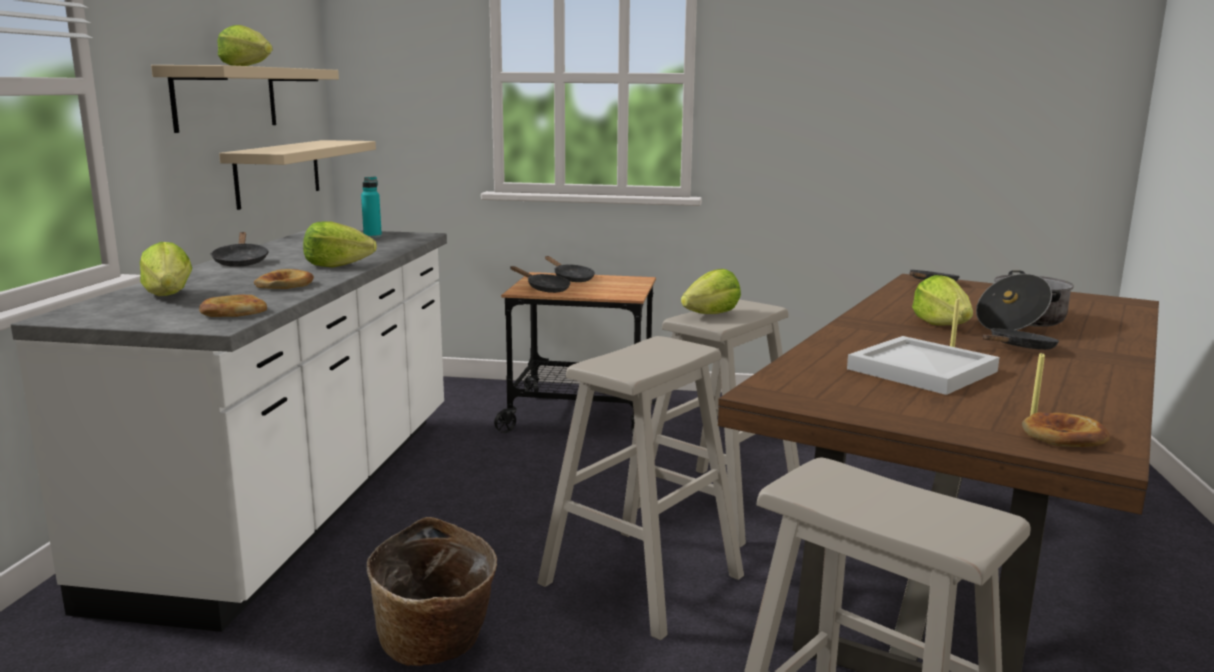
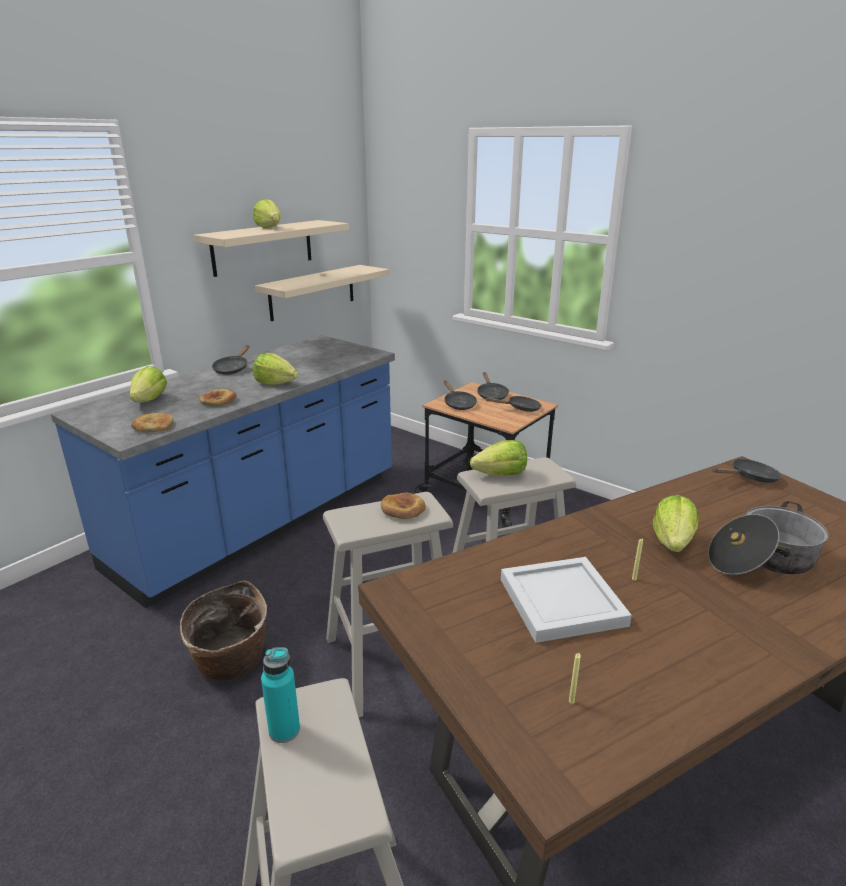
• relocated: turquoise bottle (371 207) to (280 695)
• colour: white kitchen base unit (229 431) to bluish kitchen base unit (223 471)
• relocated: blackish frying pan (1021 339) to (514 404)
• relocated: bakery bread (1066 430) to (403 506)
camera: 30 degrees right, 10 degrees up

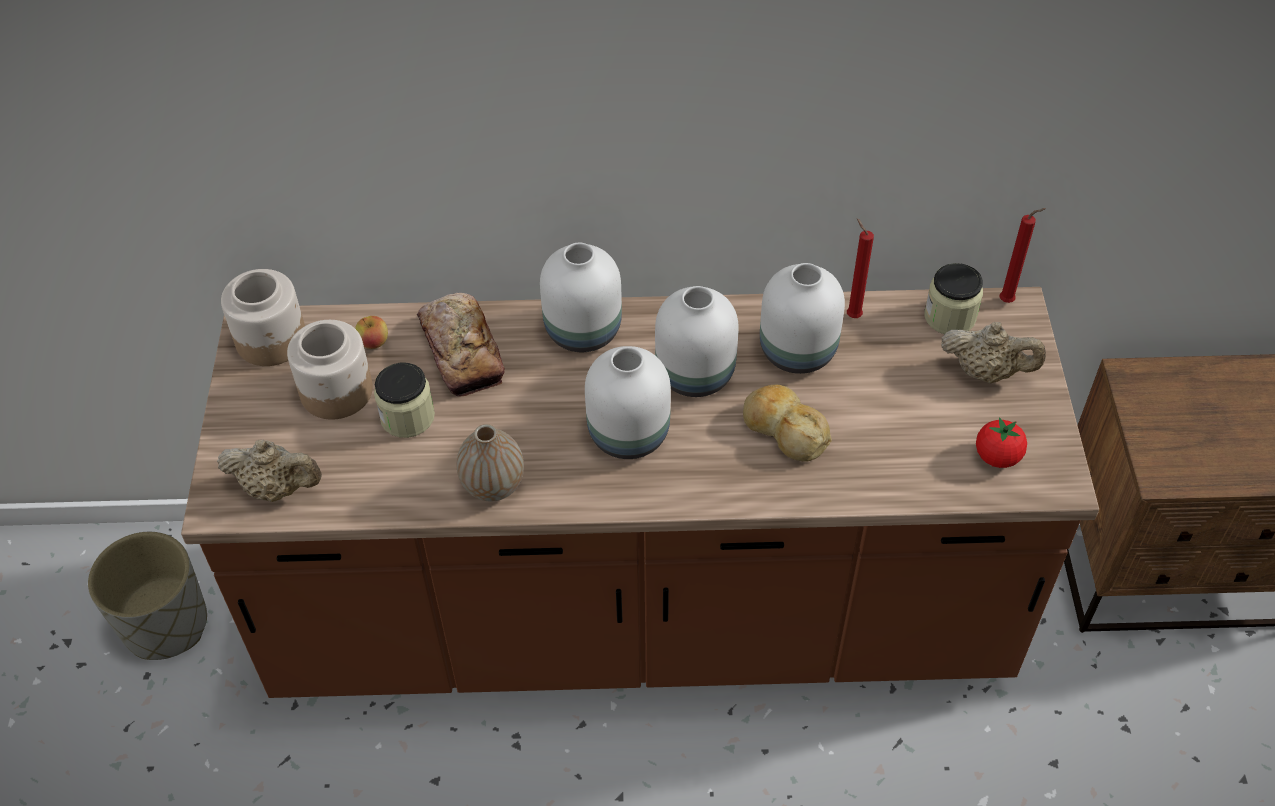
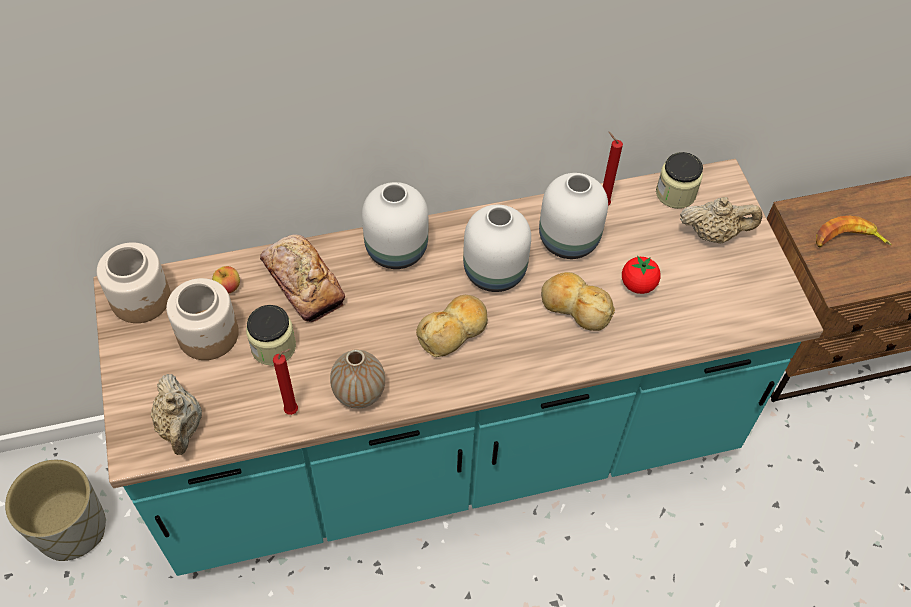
• relocated: red wax candle (1022 255) to (285 382)
• colour: brown kitchen base unit (640 492) to turquoise kitchen base unit (458 367)
• exchanged: white flower vase (628 402) to bakery bread (452 326)
• relocated: tomato (1001 442) to (641 275)
• spun: beige teapot (269 471) = (176 414) 75 degrees clockwise
• appeared: whole banana (854 232)
camera: 15 degrees left, 5 degrees up

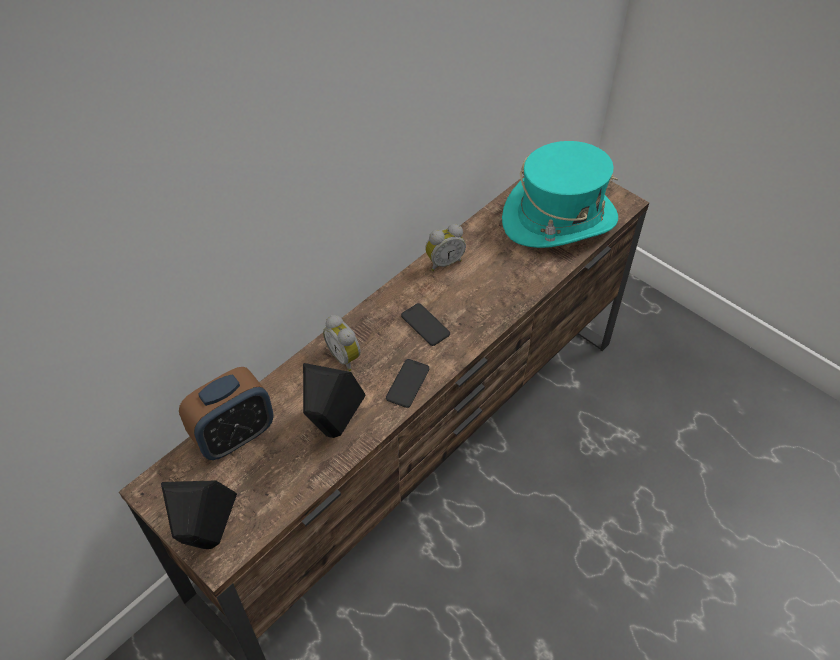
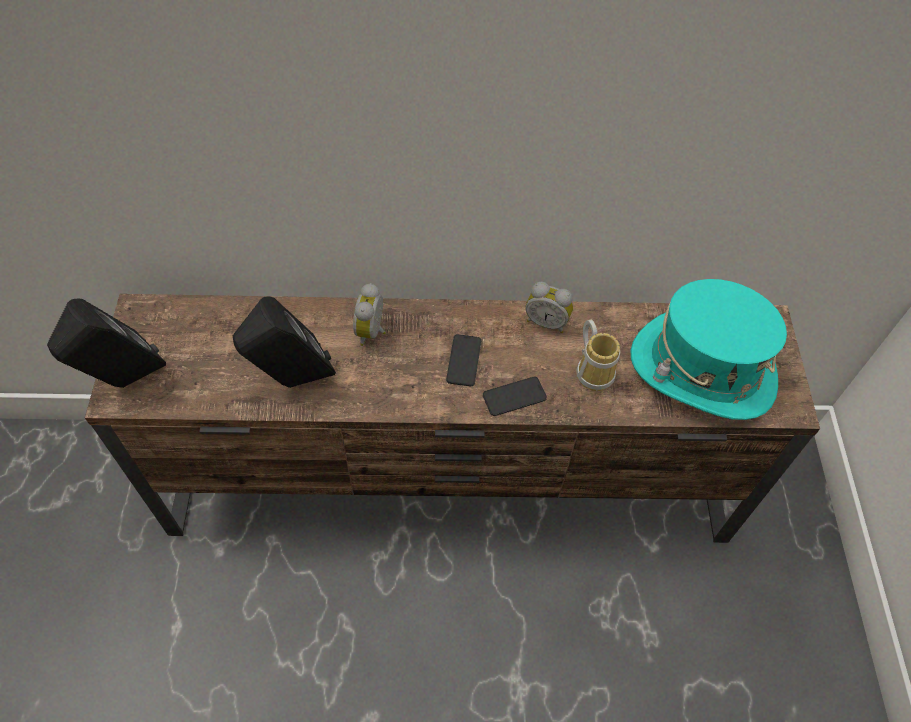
• relocated: telephone (407 383) to (515 396)
• missing: alarm clock (226 413)
• appeared: coffee mug (598 355)
camera: 45 degrees right, 5 degrees up

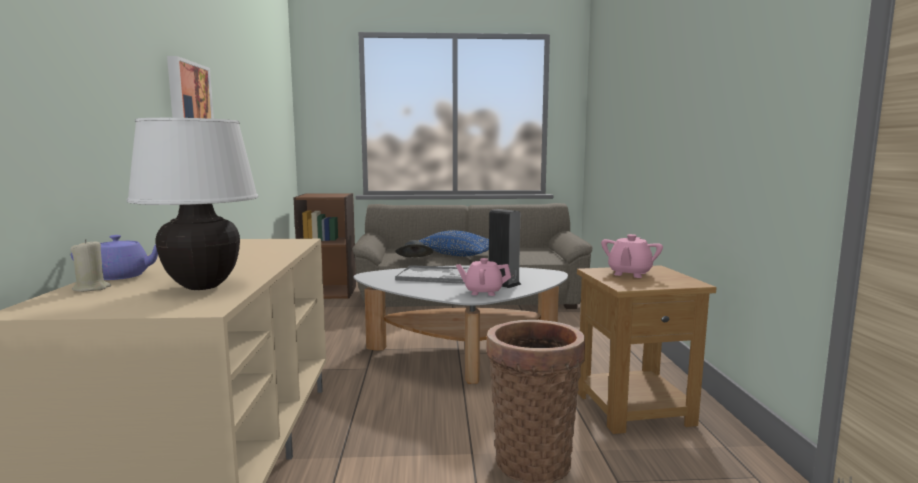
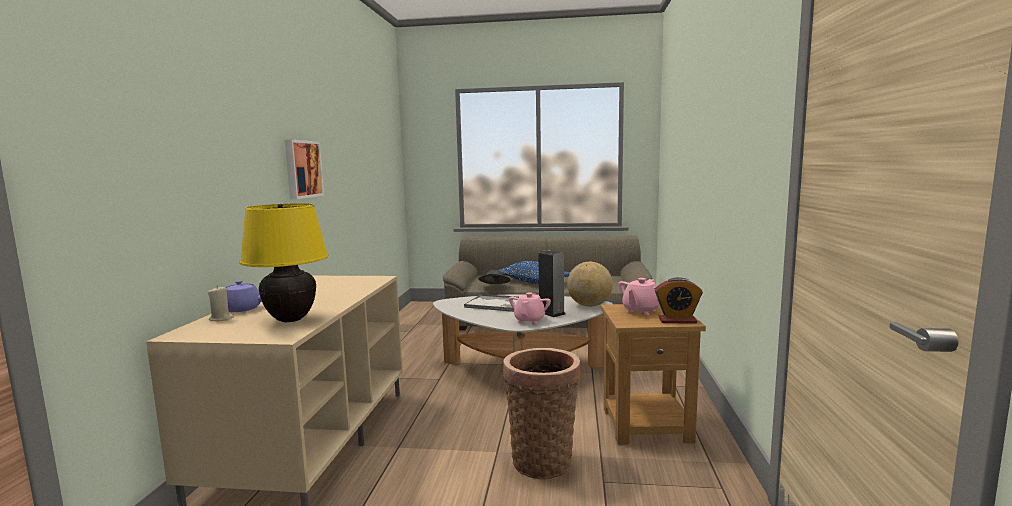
• colour: white tabletop lamp (192 203) to yellowish tabletop lamp (284 262)
• missing: brown bookcase (324 246)
• spun: pink-coloured teapot (483 277) = (530 308) 90 degrees clockwise
• appeared: desk globe (590 284)
• appeared: alarm clock (679 300)
camera: 10 degrees right, 0 degrees up

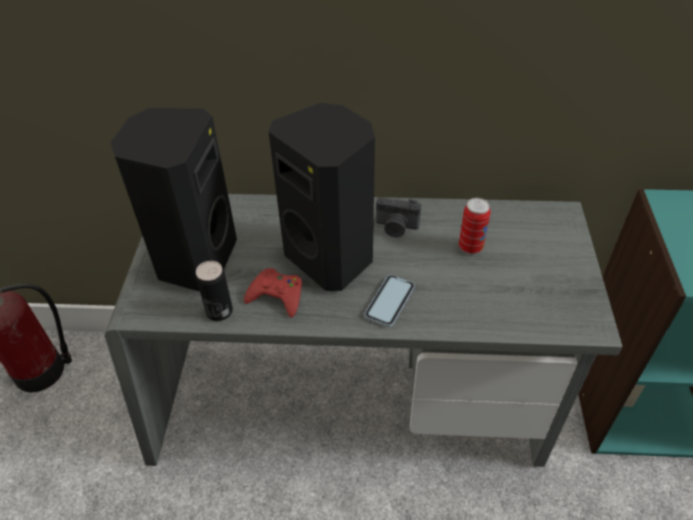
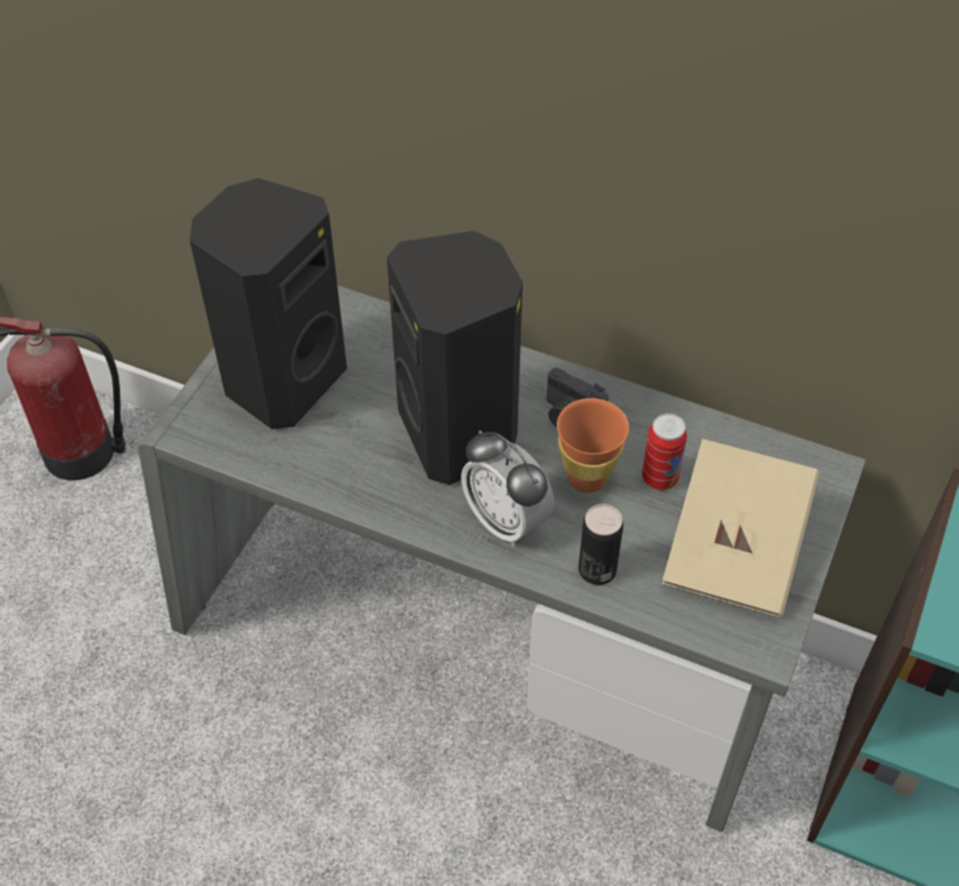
• relocated: sealed can (214 291) to (600 544)
• missing: red joypad (273 293)
• exchanged: telephone (390 301) to alarm clock (507 488)
• appeared: orange-coloured cup (593 445)
• appeared: beige volume (741 528)
camera: 20 degrees right, 5 degrees up

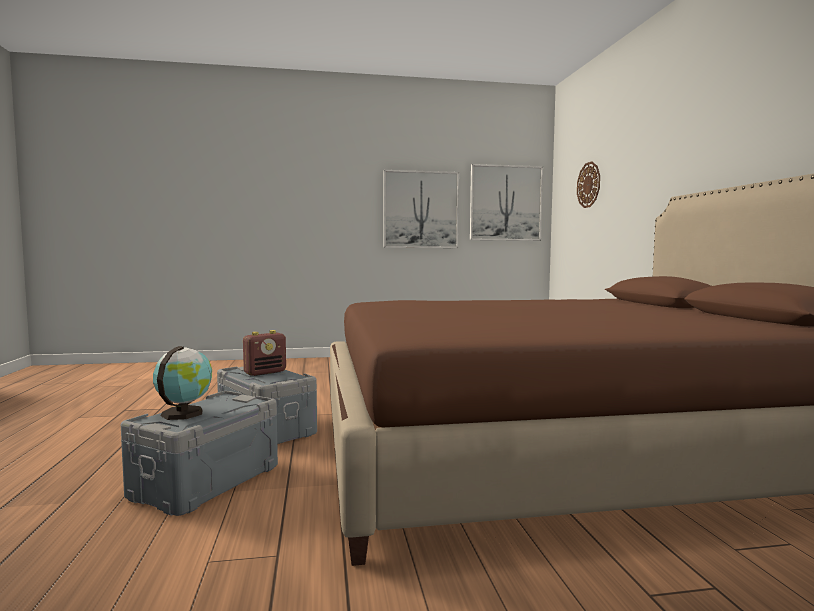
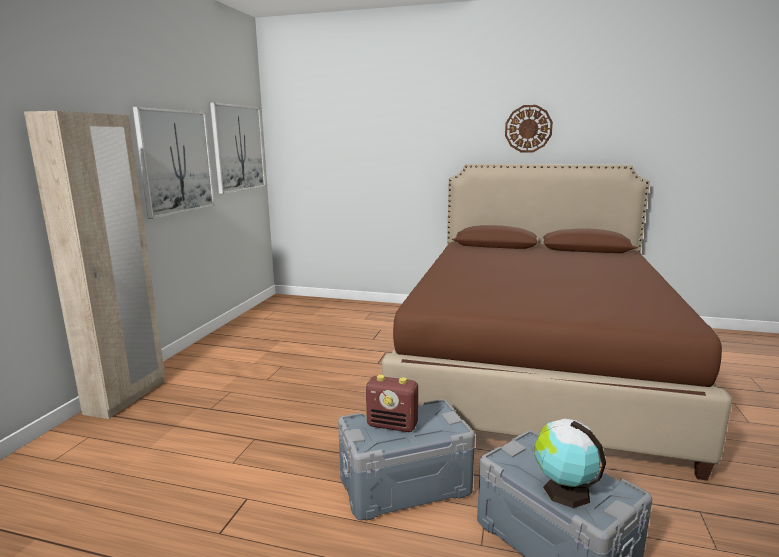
• relocated: hanging clock (588 184) to (529 128)
• spun: radio receiver (264 353) = (392 403) 120 degrees clockwise
• appeared: beige clothes cupboard (94 265)
camera: 65 degrees left, 10 degrees up

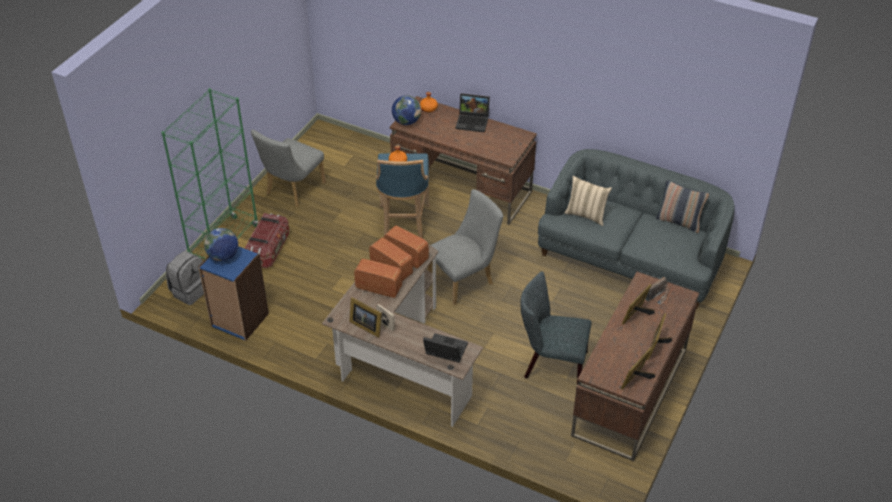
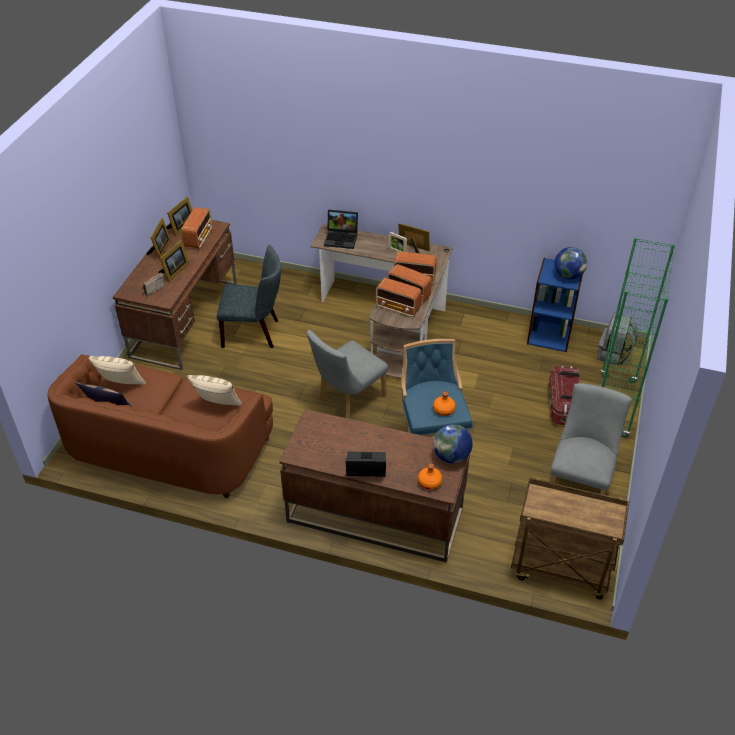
• colour: greyish sofa (636 229) to brown sofa (160 426)
• appeared: radio receiver (197 228)
• appeared: beige pillow (117 370)
• appeared: brown cart (570 539)
camera: 170 degrees right, 0 degrees up

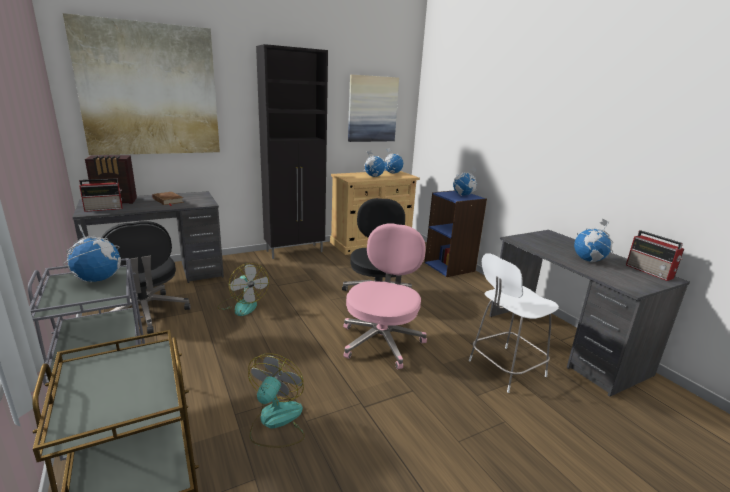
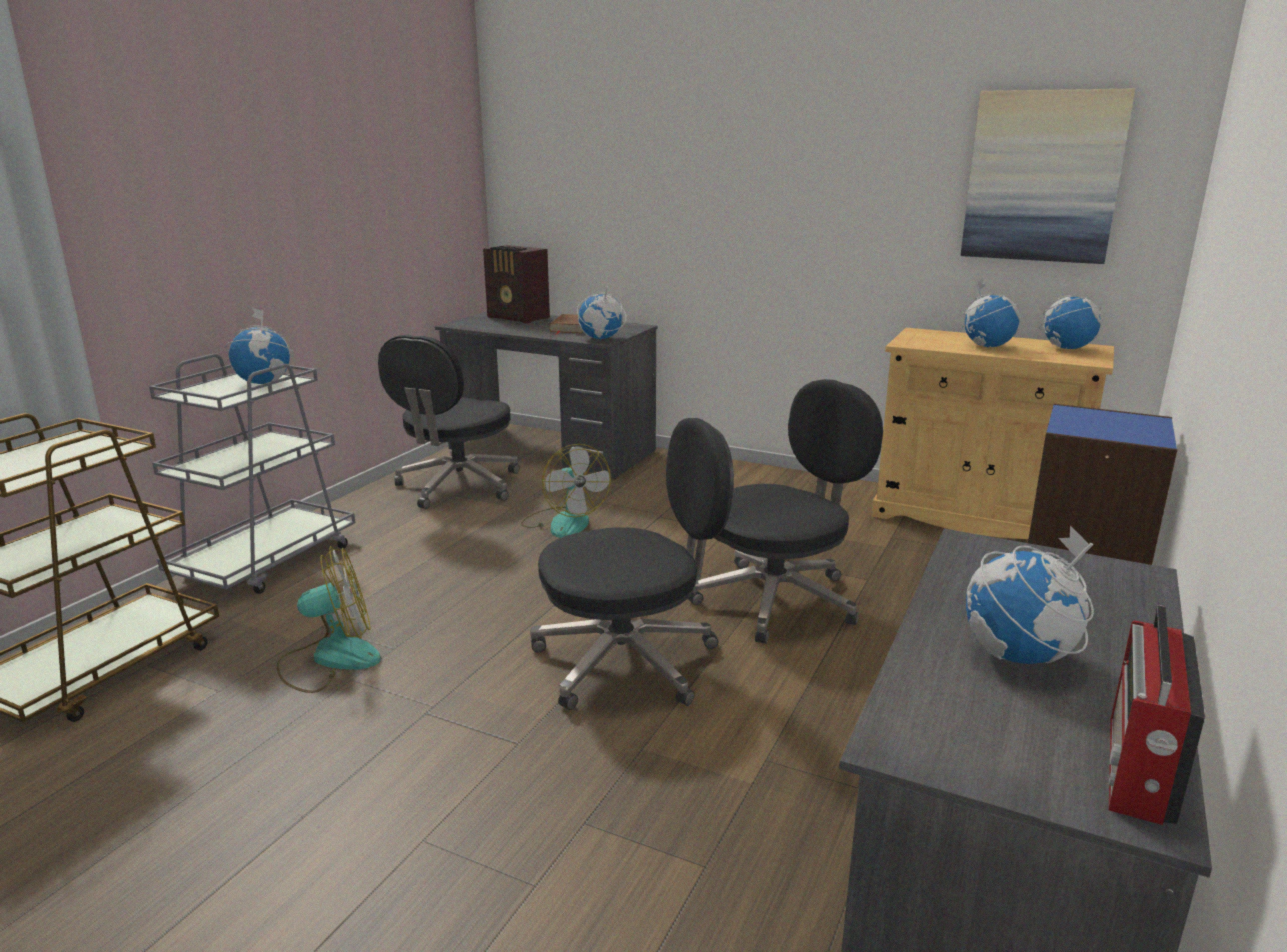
• missing: picture (141 84)
• missing: blackish cabinet (292 151)
• relocated: desk globe (465 181) to (602 311)
• missing: radio receiver (101 195)
• colour: pink-coloured office chair (385 296) to blackish office chair (632 564)
• missing: white stool (514 323)
• spun: fan (243 289) = (566 491) 45 degrees counterclockwise
camera: 55 degrees right, 0 degrees up

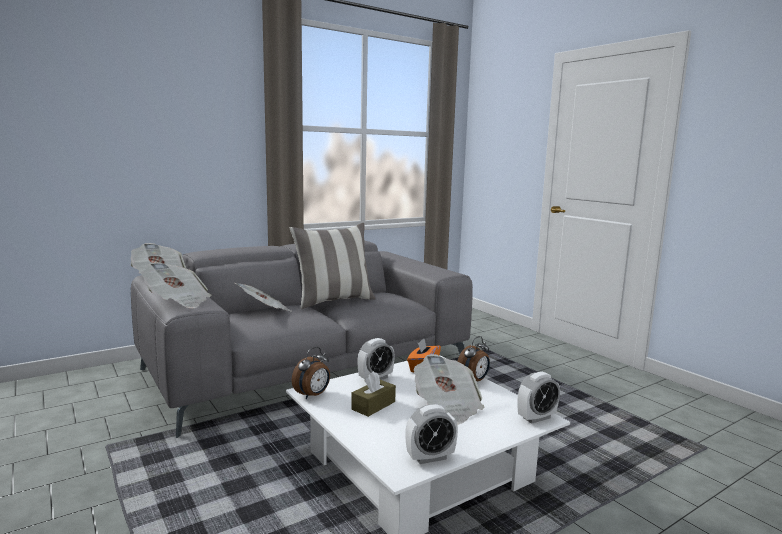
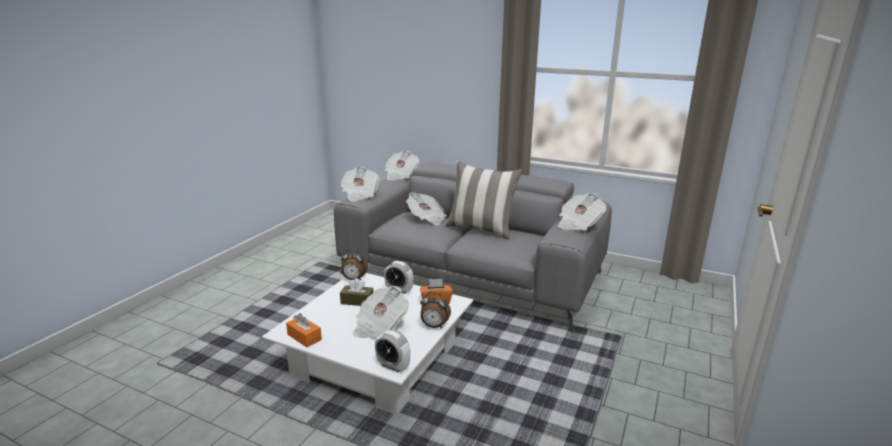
• exchanged: alarm clock (431 434) to orange-coloured tissue holder (304 330)
• appeared: printed paper (582 212)
camera: 60 degrees right, 10 degrees up

